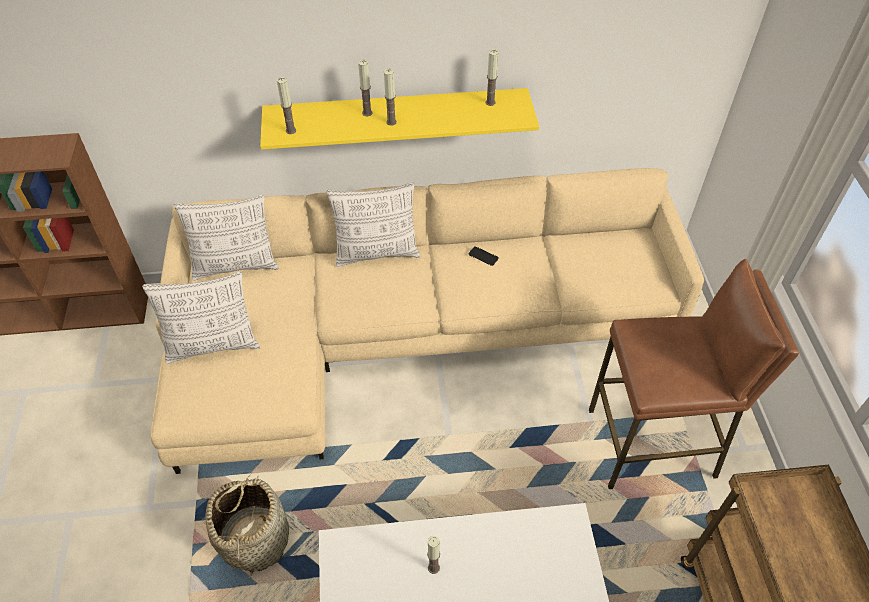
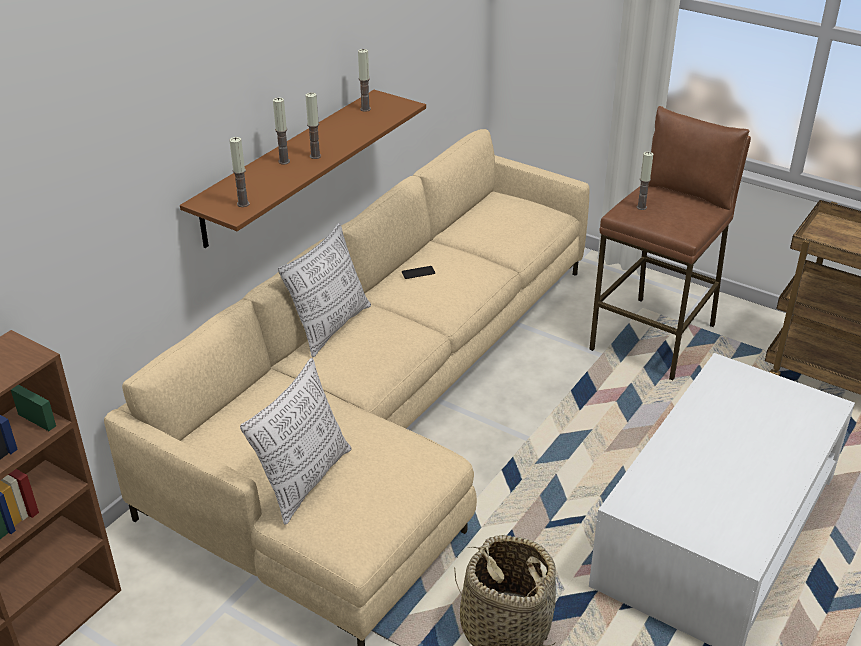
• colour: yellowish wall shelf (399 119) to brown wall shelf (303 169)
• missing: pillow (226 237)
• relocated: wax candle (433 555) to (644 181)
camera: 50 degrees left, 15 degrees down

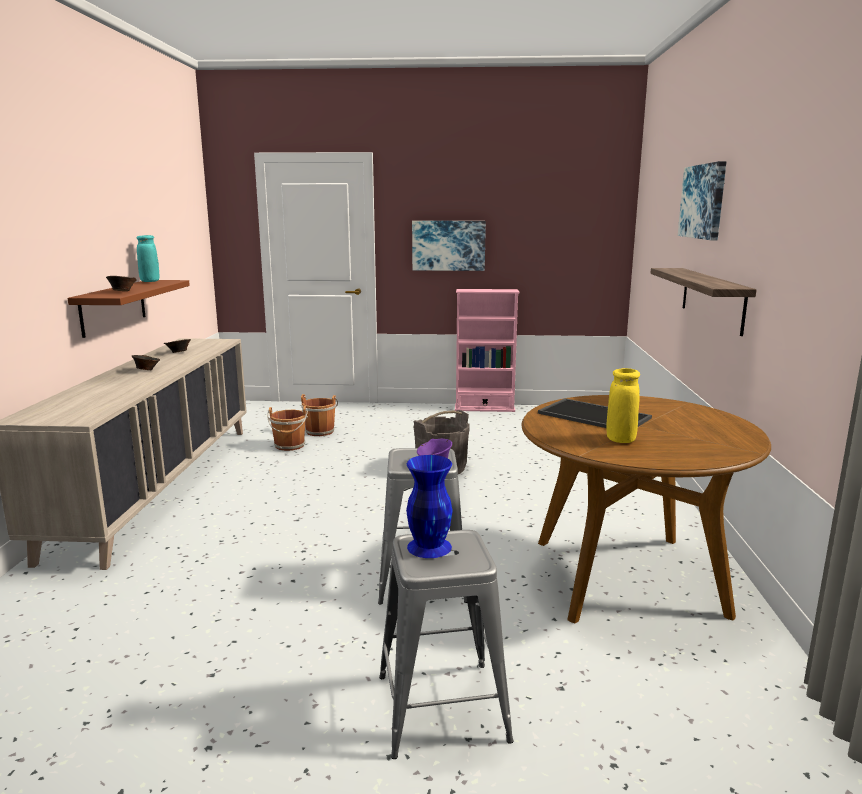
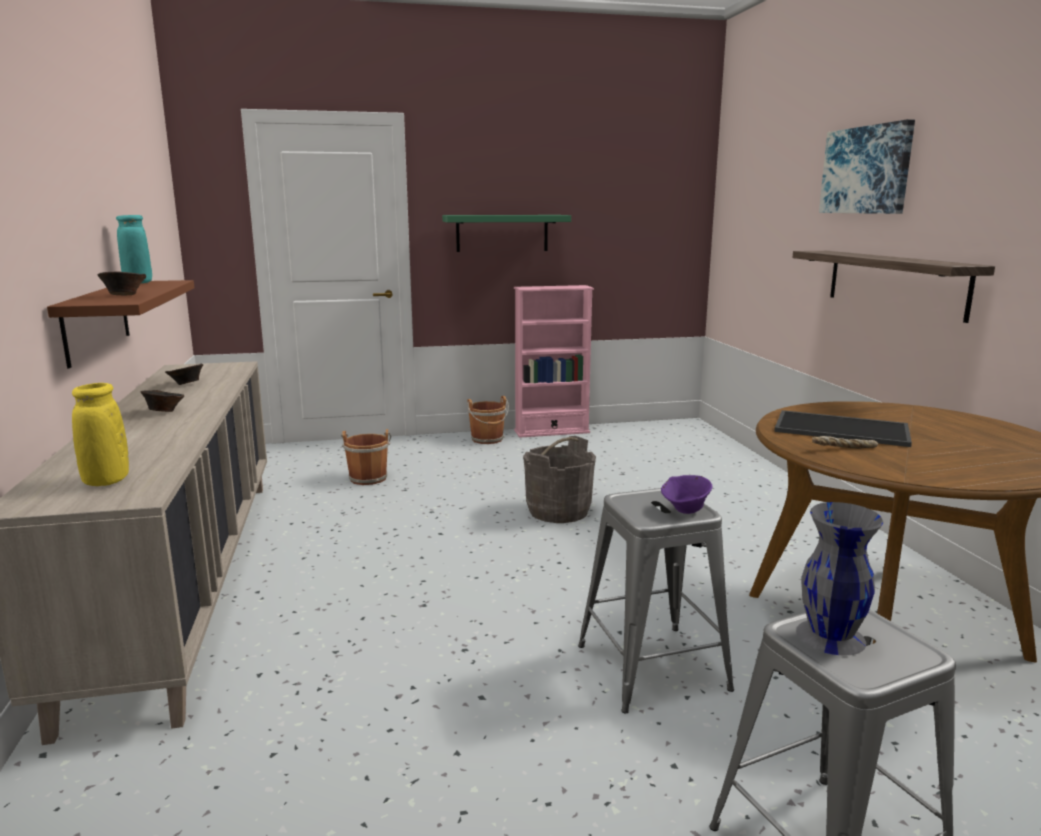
• exchanged: picture (449 246) to greenish wall shelf (506 233)
• relocated: yellowish flower vase (623 405) to (100 434)
• relocated: brown water bucket (287 428) to (488 420)
• colour: bluish flower vase (429 506) to greyish flower vase (839 579)
• appeared: bakery bread (845 442)
camera: 15 degrees left, 0 degrees up

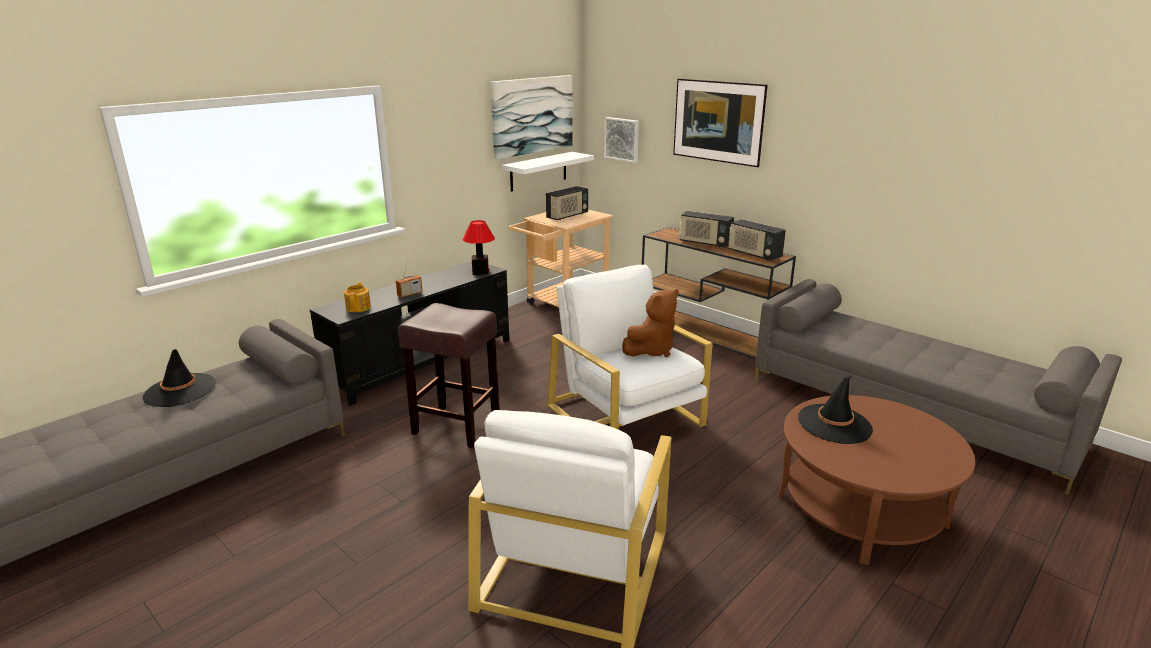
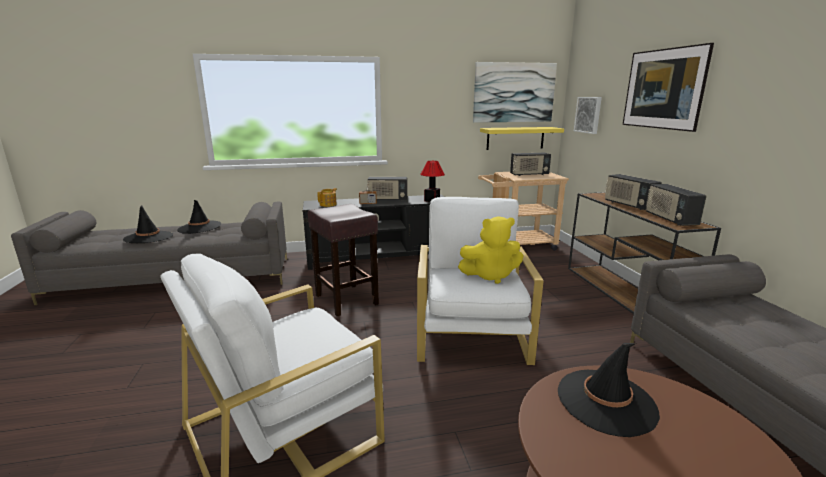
• colour: white wall shelf (548 172) to yellowish wall shelf (522 138)
• colour: brown plush toy (650 323) to yellowish plush toy (491 250)
• appeared: radio receiver (387 188)
• appeared: blackish hat (148 224)
camera: 35 degrees right, 5 degrees down

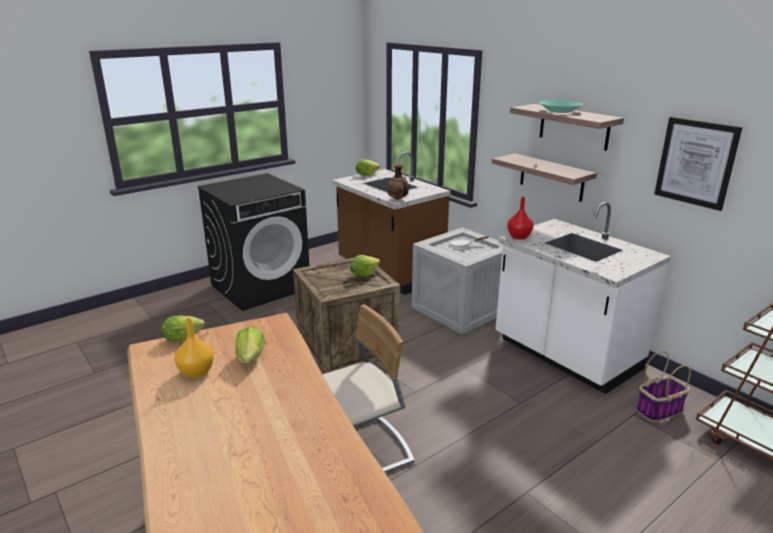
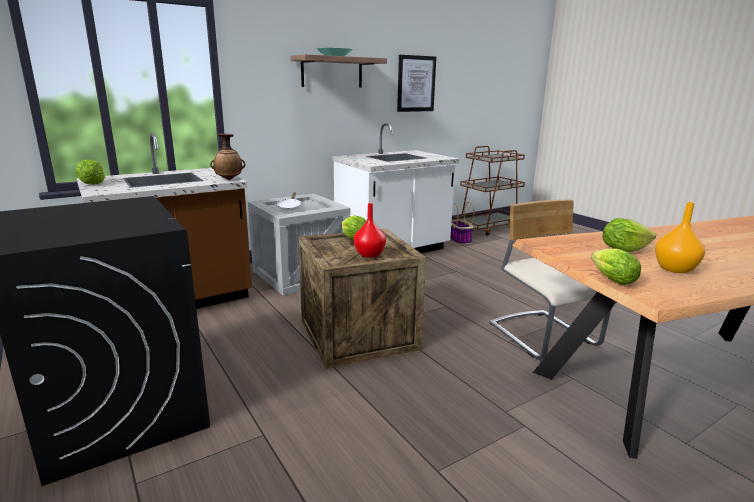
• missing: wall shelf (544 177)
• relocated: red flower vase (520 218) to (370 230)
camera: 85 degrees left, 5 degrees down

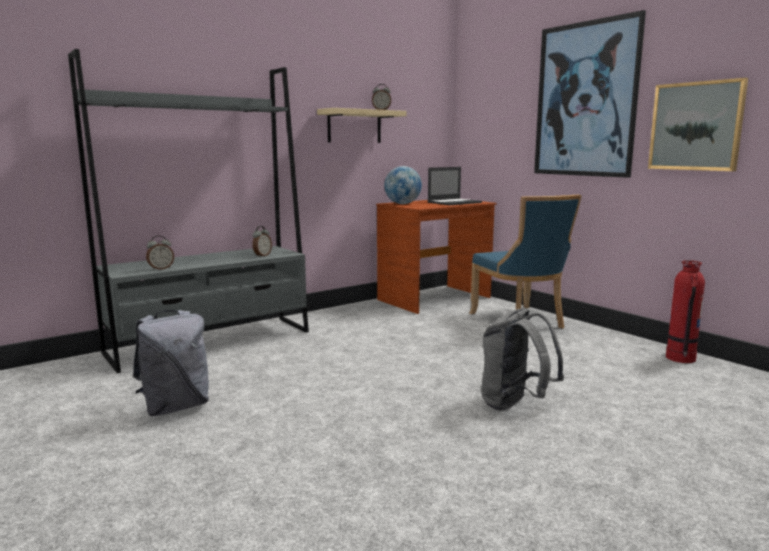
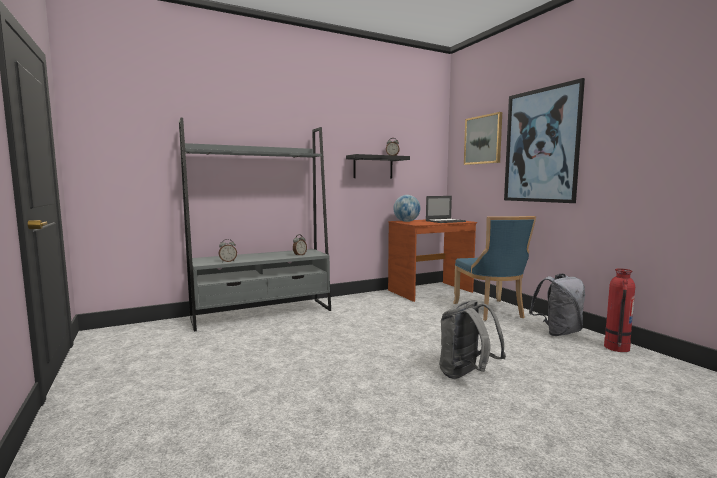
• relocated: picture (698 124) to (483 138)
• colour: beige wall shelf (362 125) to blackish wall shelf (378 166)
• relocated: greyish rucksack (170 363) to (557 305)
camera: 10 degrees right, 5 degrees down

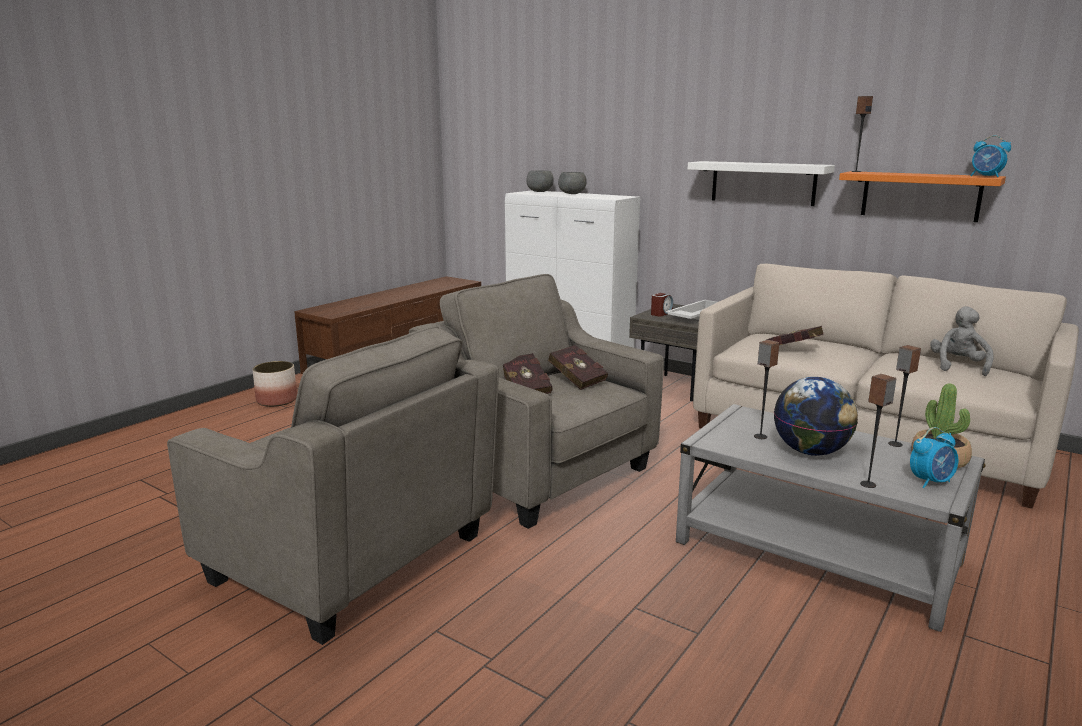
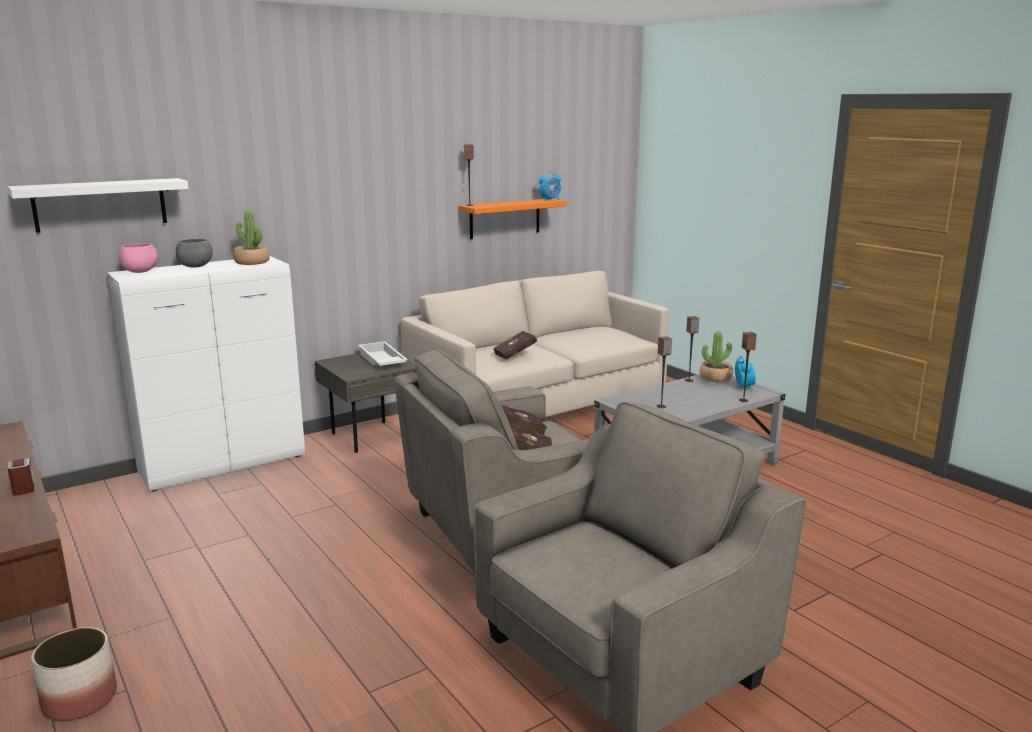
• relocated: white wall shelf (761 183) to (98 205)
• colour: greyish bowl (540 181) to pink-coloured bowl (138 258)
• relocated: alarm clock (662 305) to (21 477)
• missing: greyish plush toy (962 341)
• missing: desk globe (816 416)
• appeared: plant in a pot (251 237)
camera: 70 degrees left, 0 degrees up

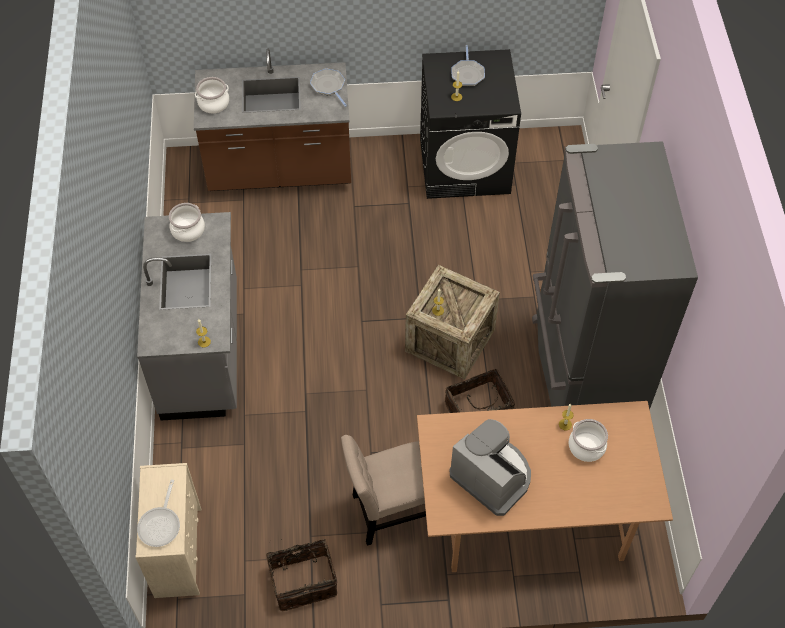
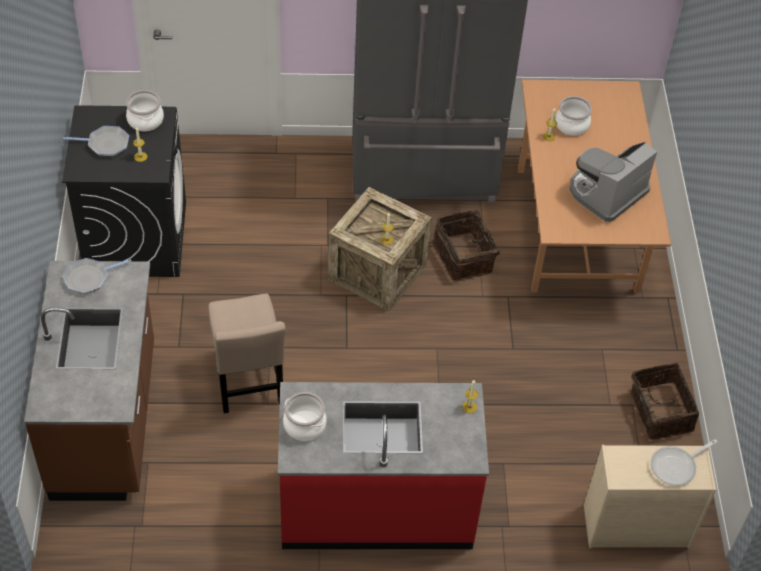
• relocated: cooking pot (212 95) to (145 111)
• colour: greyish kitchen base unit (187 316) to red kitchen base unit (383 465)
• relocated: beige chair (383 490) to (247 353)
• spun: frying pan (158 513) = (684 462) 135 degrees clockwise
camera: 90 degrees left, 5 degrees down

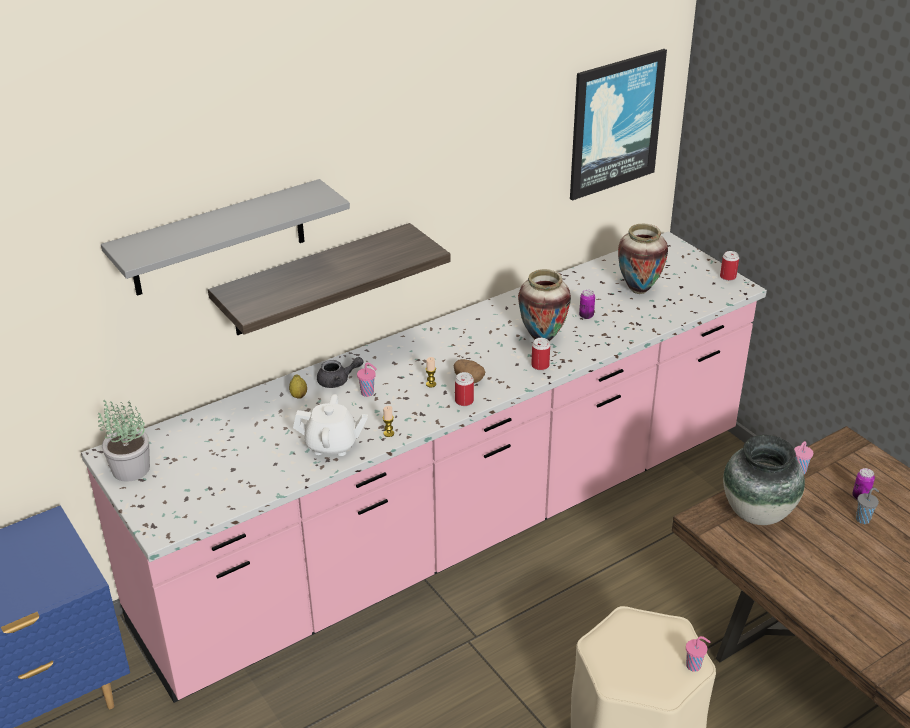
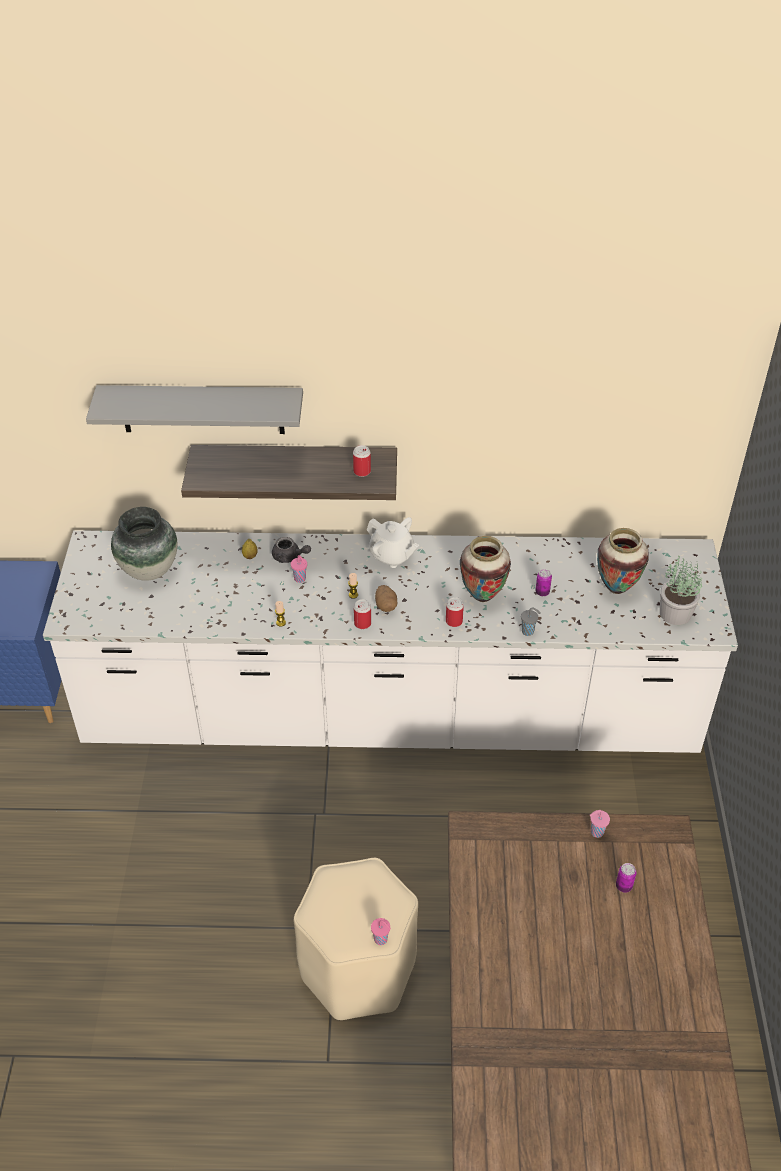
• missing: picture (618 125)
• colour: pink-coloured kitchen base unit (424 467) to white kitchen base unit (390 641)
• relocated: sealed can (729 266) to (362 461)
• relocated: white teapot (330 425) to (393 542)
• relocated: plant in a pot (124 441) to (681 590)
• relocated: flower vase (764 480) to (144 544)
• relocated: greyish cup (867 506) to (531 621)
camera: 35 degrees right, 10 degrees up

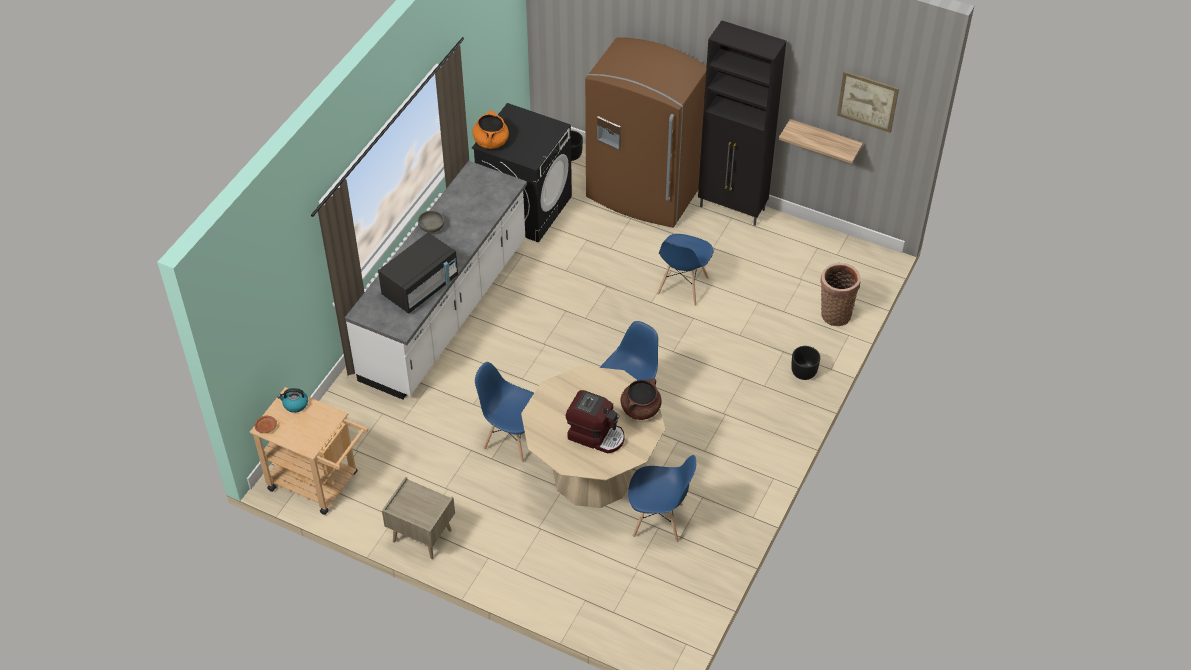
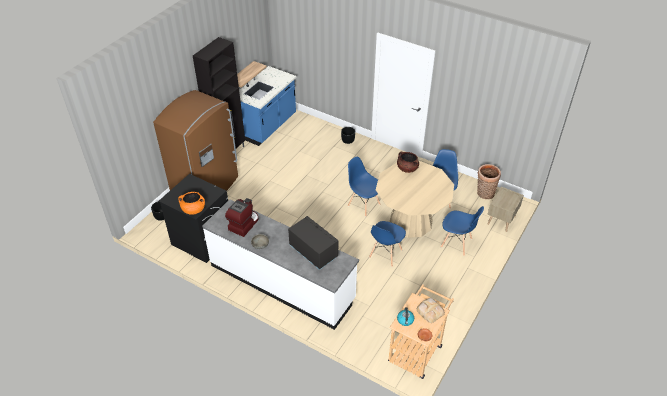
• missing: picture (868 102)
• relocated: bluish chair (685 270) to (462 231)
• relocated: household basket (840 294) to (489 181)
• relocated: coffee machine (595 422) to (242 217)
• relocated: beige night table (418 518) to (505 209)
• appeared: bluish kitchen base unit (267 106)
• appeared: bakery bread (431 310)
camera: 85 degrees left, 5 degrees down

